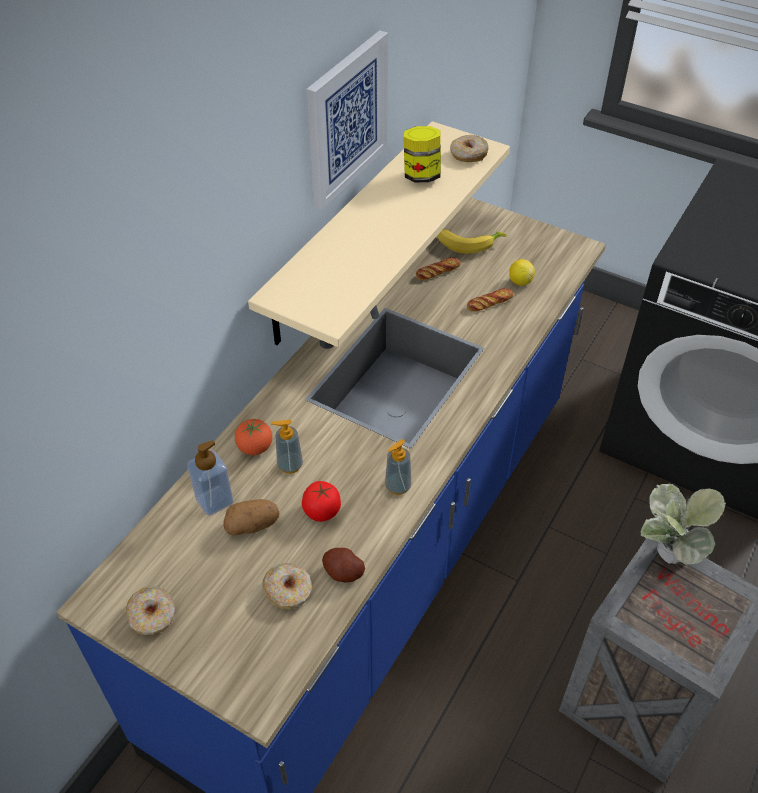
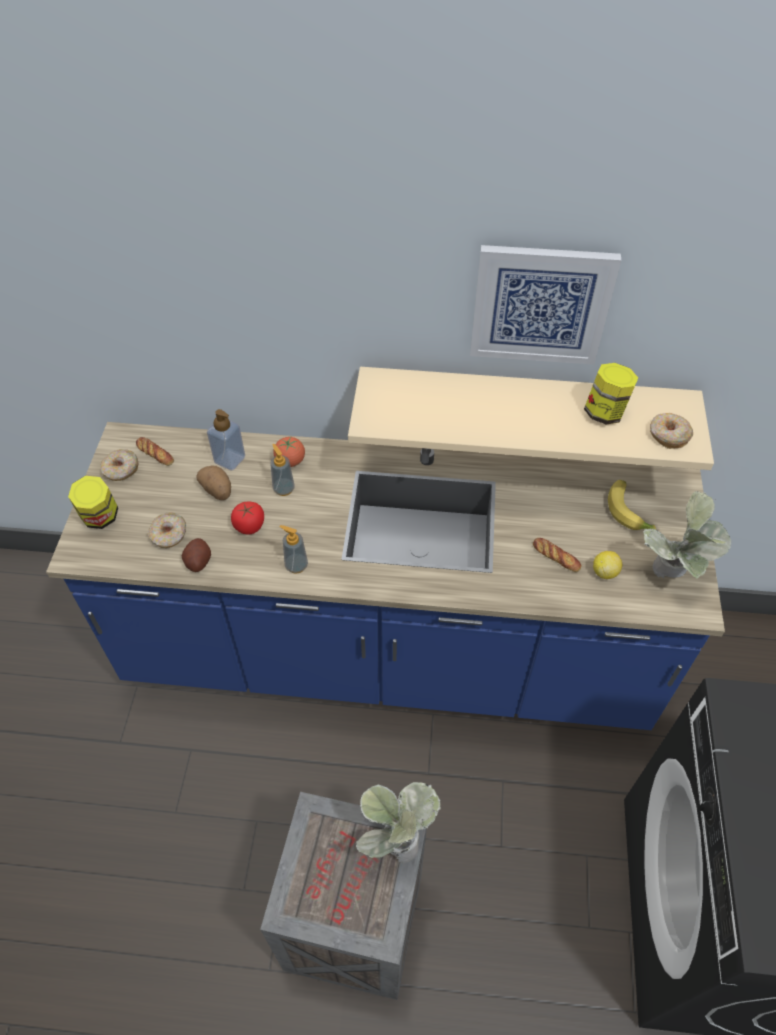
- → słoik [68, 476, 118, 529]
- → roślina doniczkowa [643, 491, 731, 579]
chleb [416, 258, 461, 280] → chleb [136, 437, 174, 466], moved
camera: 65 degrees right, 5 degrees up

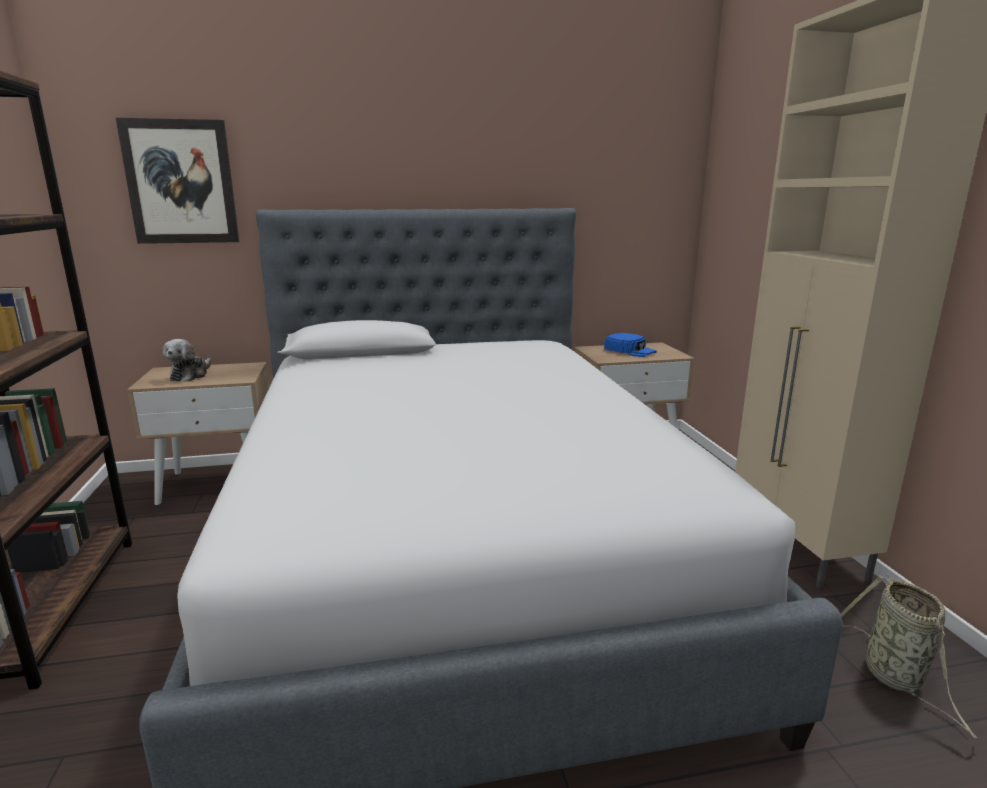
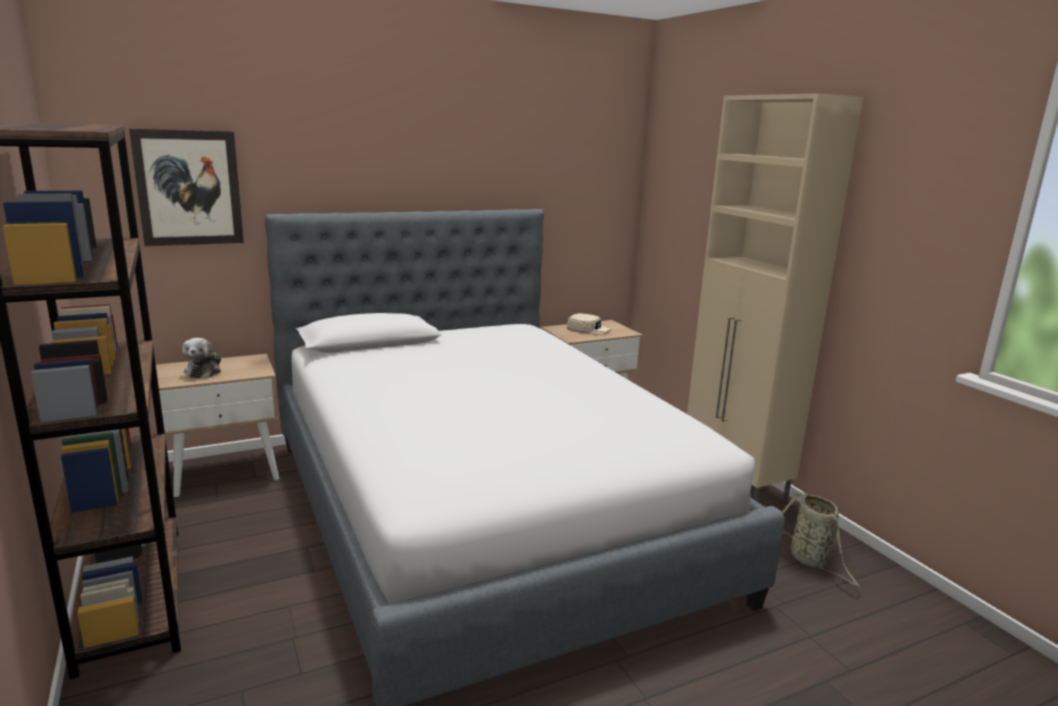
czapka z daszkiem (niebieski) [604, 333, 657, 357] → czapka z daszkiem (beżowy) [567, 313, 611, 335]
camera: 15 degrees left, 0 degrees up

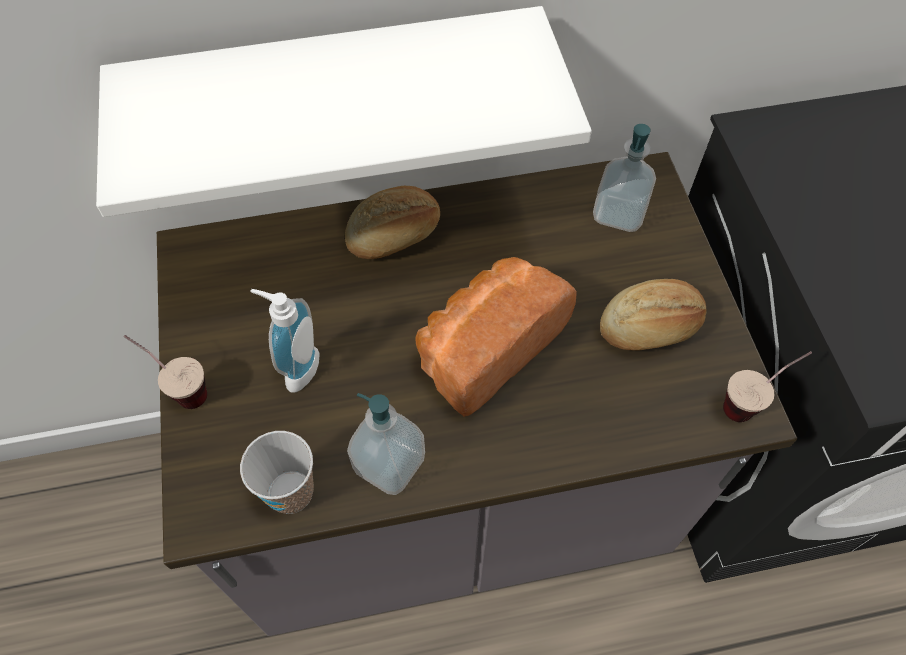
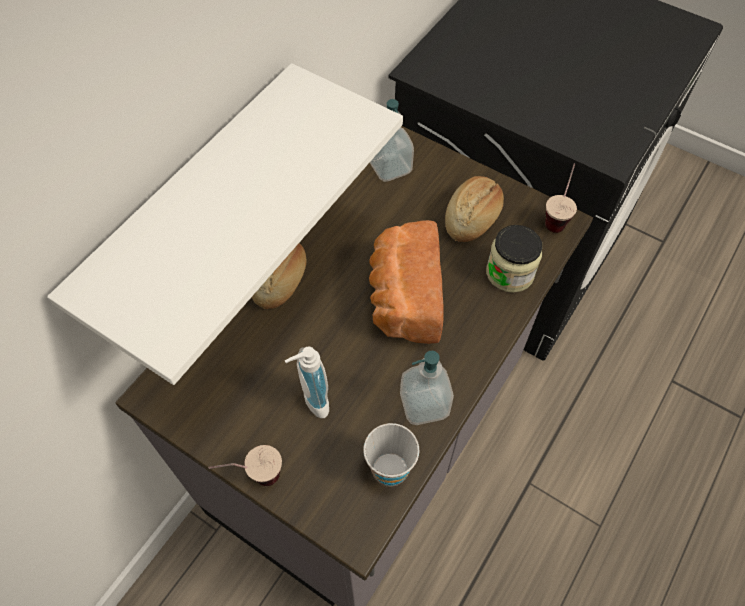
- → słoik [486, 225, 542, 293]
camera: 45 degrees left, 0 degrees up

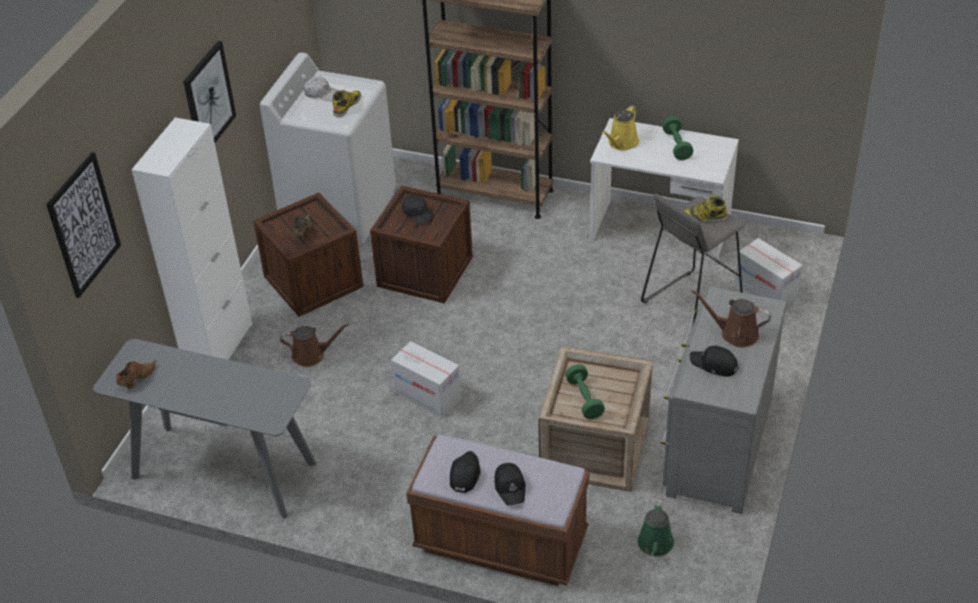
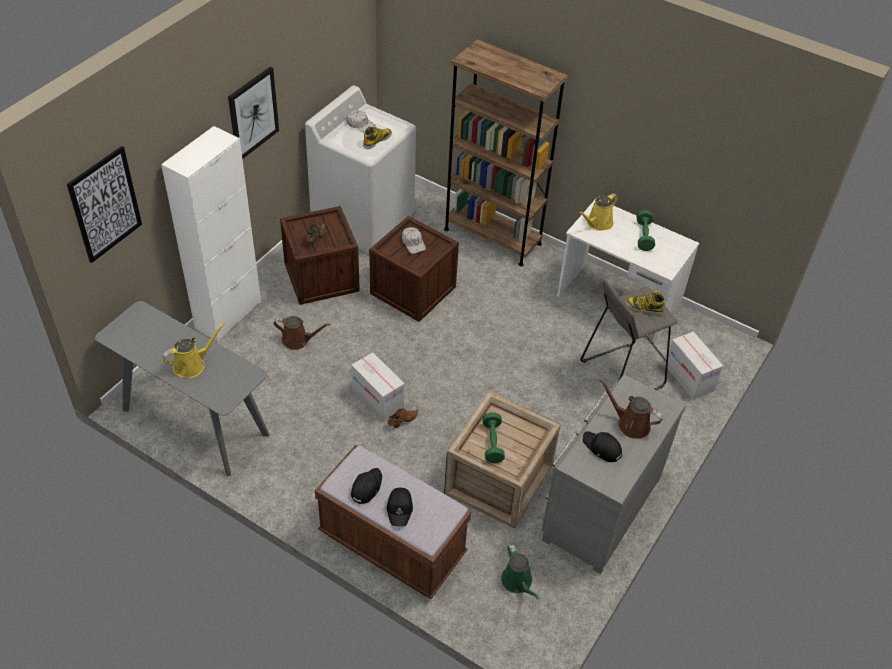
- → konewka (żółty) [162, 323, 225, 378]
but (brązowy) [116, 360, 156, 389] → but (brązowy) [388, 408, 419, 428], moved
czapka z daszkiem (czarny) [402, 195, 435, 225] → czapka z daszkiem (biały) [402, 227, 426, 254]
konewka (zielony) [638, 500, 674, 557] → konewka (zielony) [501, 545, 539, 600], 45 degrees counterclockwise
camera: 10 degrees right, 5 degrees up

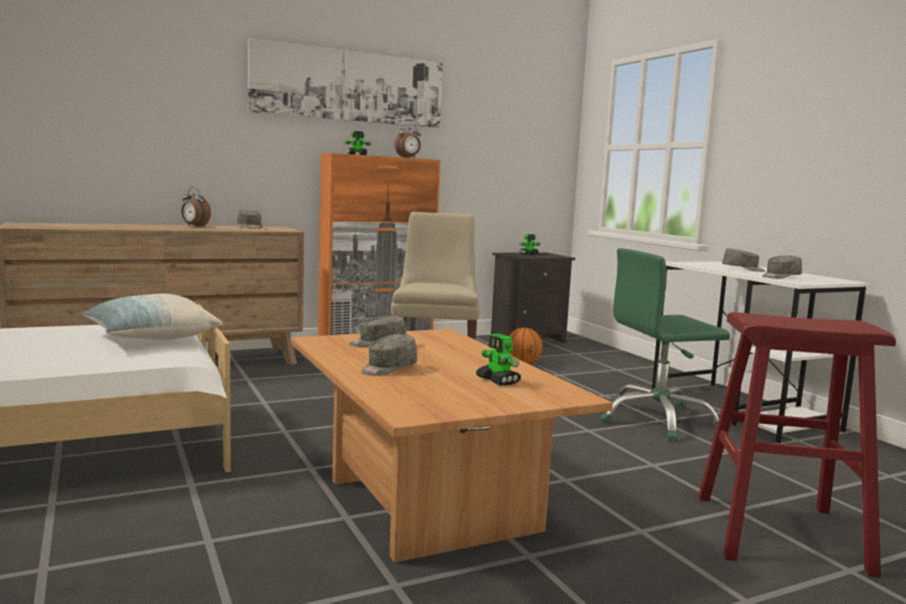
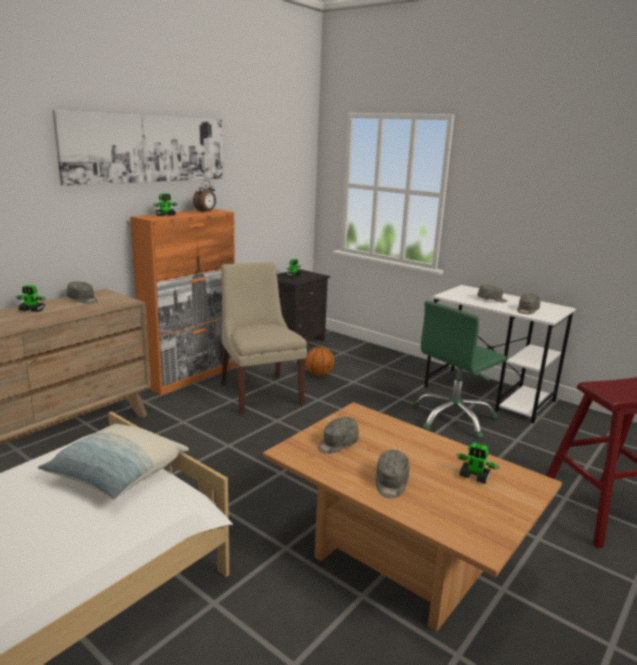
budzik [181, 187, 211, 227] → robot zabawkowy [16, 285, 46, 312]
camera: 25 degrees left, 10 degrees up

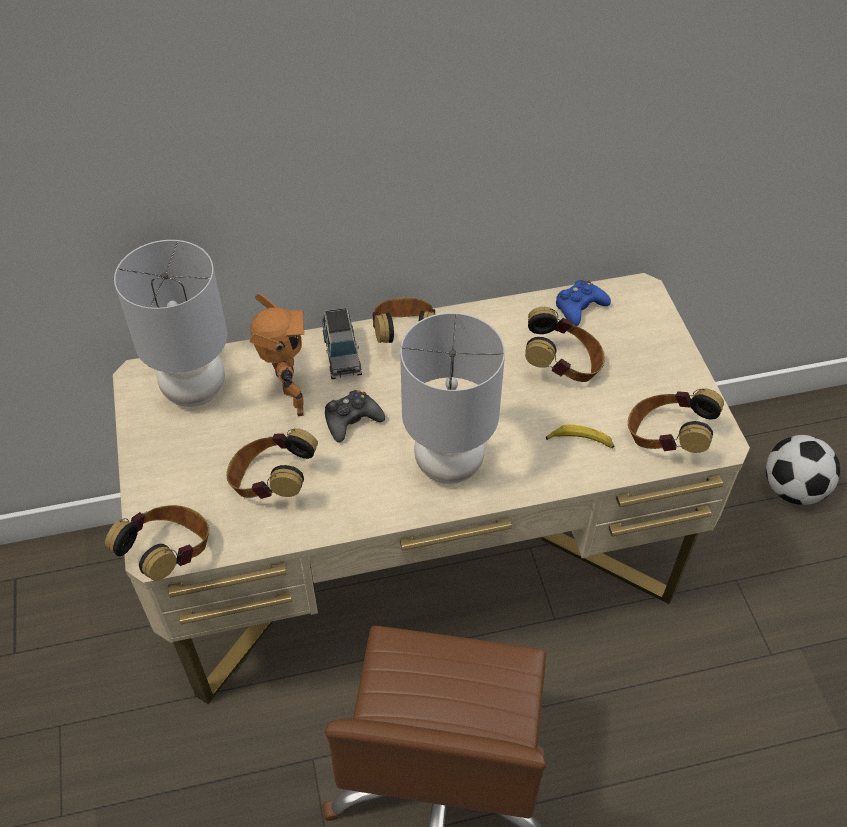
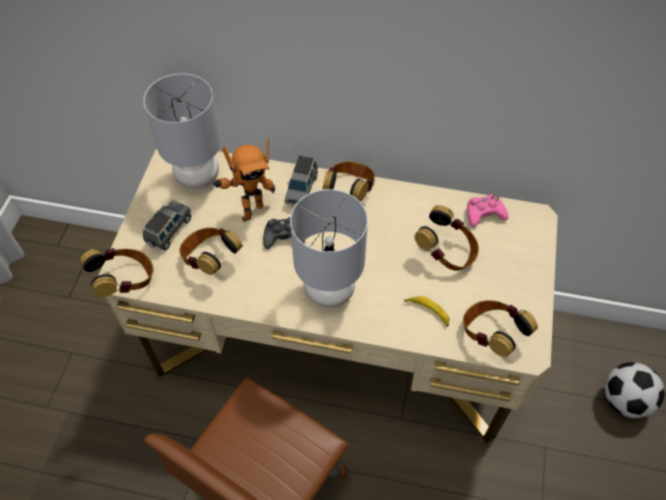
- → samochodzik (szary) [143, 200, 191, 251]
pad do gier (niebieski) [556, 279, 611, 326] → pad do gier (różowy) [467, 194, 509, 227]
robot zabawkowy [250, 293, 304, 416] → robot zabawkowy [212, 138, 275, 222], 45 degrees clockwise
camera: 25 degrees right, 5 degrees up

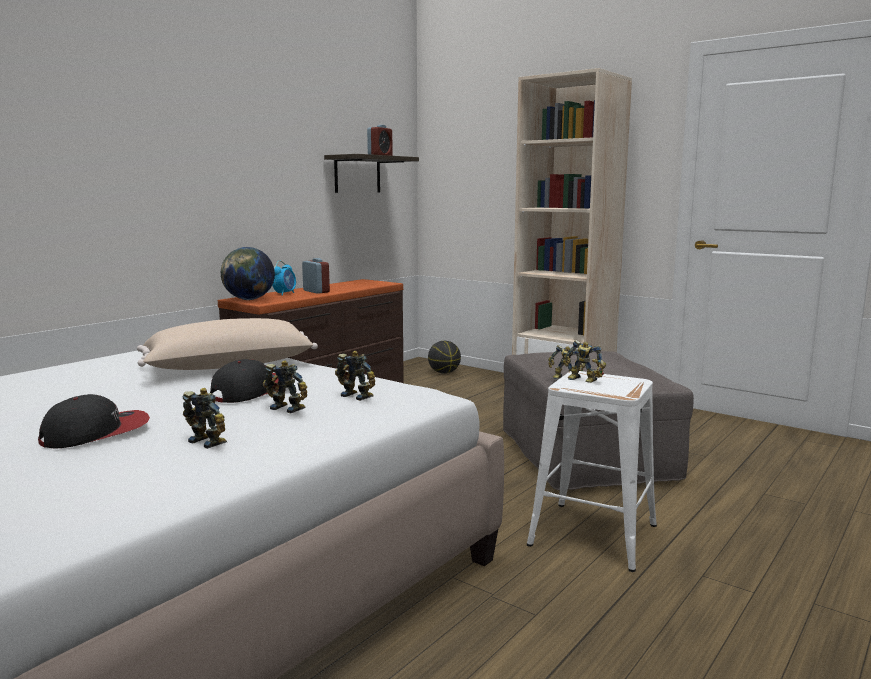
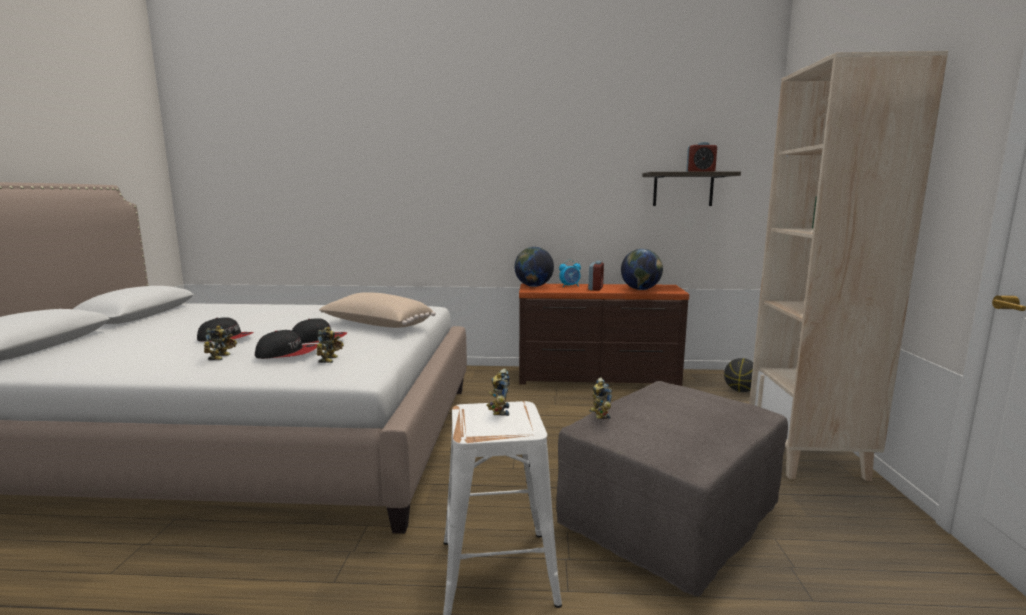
- → globus [621, 249, 663, 290]
robot zabawkowy [263, 360, 307, 413] → czapka z daszkiem [255, 330, 317, 359]
camera: 55 degrees right, 0 degrees up

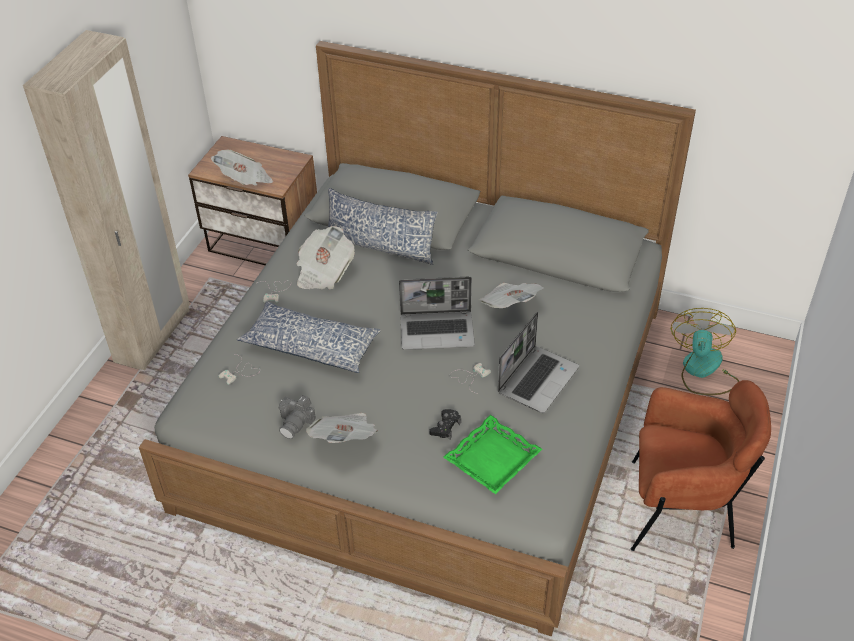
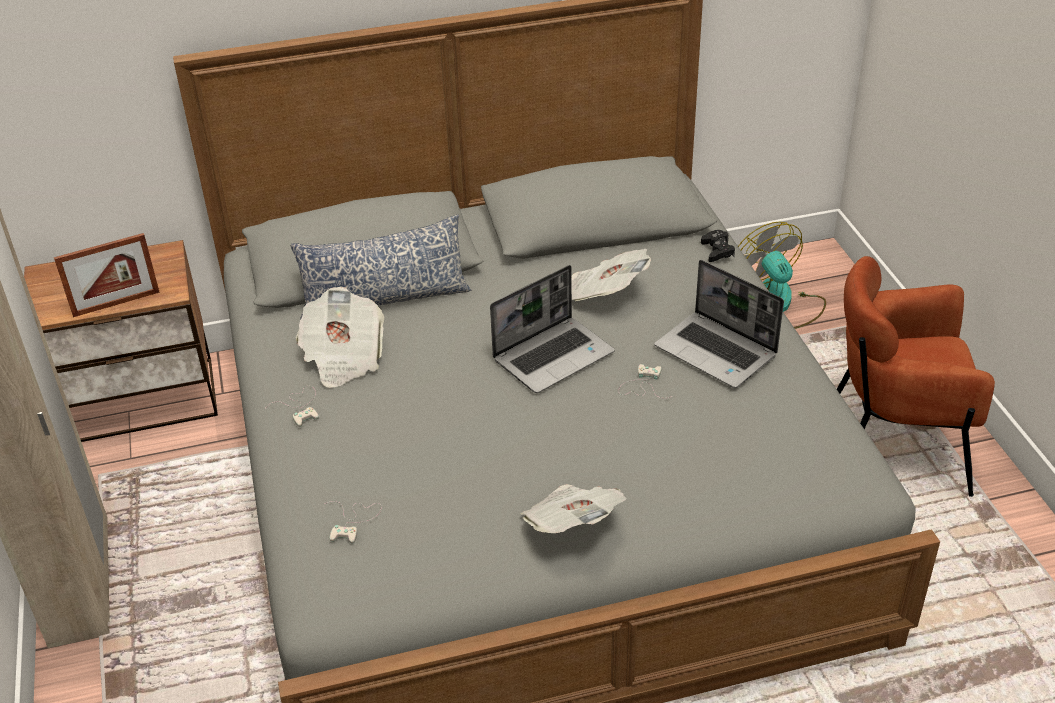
poduszka [237, 301, 381, 373] → -
aparat fotograficzny [279, 395, 316, 439] → -
taca (zielony) [443, 415, 542, 494] → -
pad do gier (czarny) [429, 409, 461, 440] → pad do gier (czarny) [701, 230, 735, 262], moved
gazeta [211, 150, 273, 186] → ramka na zdjęcie [54, 233, 160, 317]
laptop [498, 312, 579, 413] → laptop [655, 260, 784, 388], 135 degrees clockwise
fotel (brązowy) [631, 380, 771, 551] → fotel (brązowy) [837, 256, 995, 497], 150 degrees counterclockwise
camera: 35 degrees left, 5 degrees down

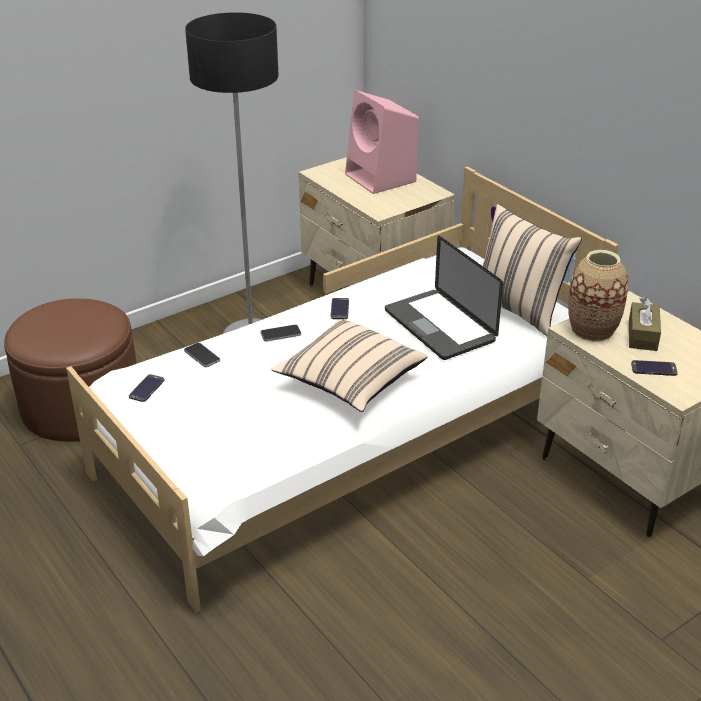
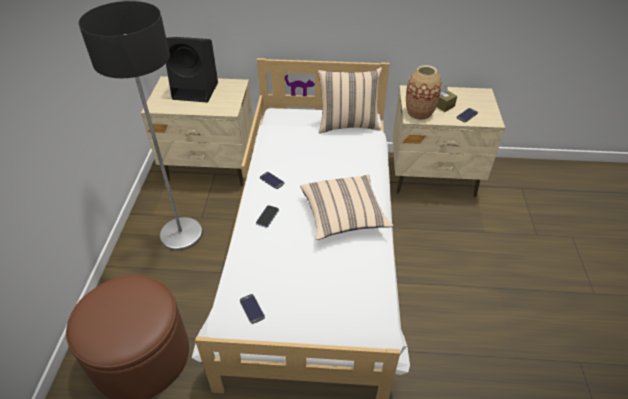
telefon [184, 343, 220, 367] → -
laptop [385, 236, 503, 360] → -
głośnik (różowy) [345, 90, 419, 194] → głośnik (czarny) [166, 37, 218, 103]
camera: 50 degrees left, 10 degrees up

